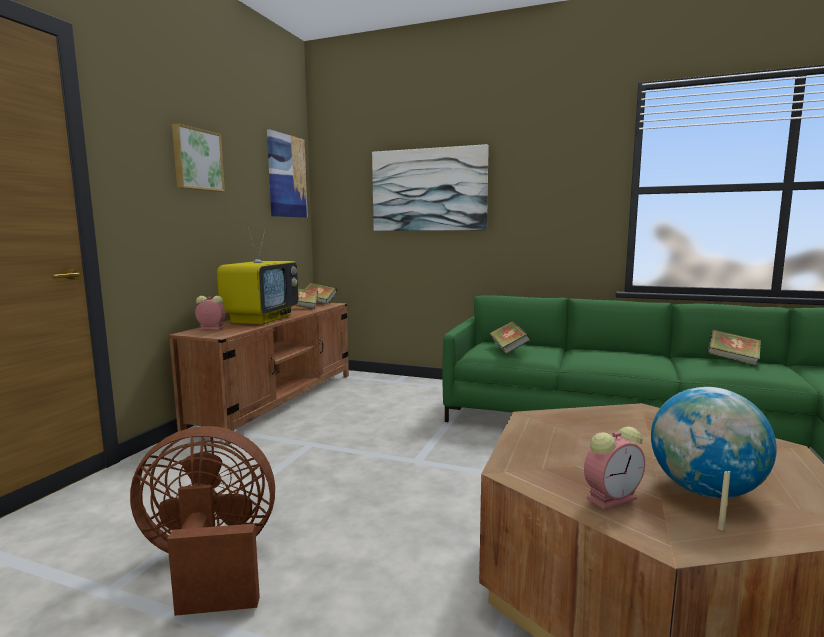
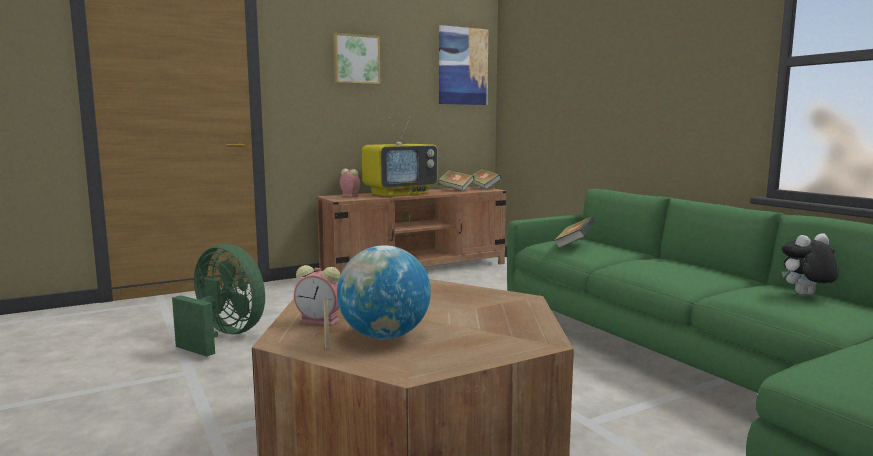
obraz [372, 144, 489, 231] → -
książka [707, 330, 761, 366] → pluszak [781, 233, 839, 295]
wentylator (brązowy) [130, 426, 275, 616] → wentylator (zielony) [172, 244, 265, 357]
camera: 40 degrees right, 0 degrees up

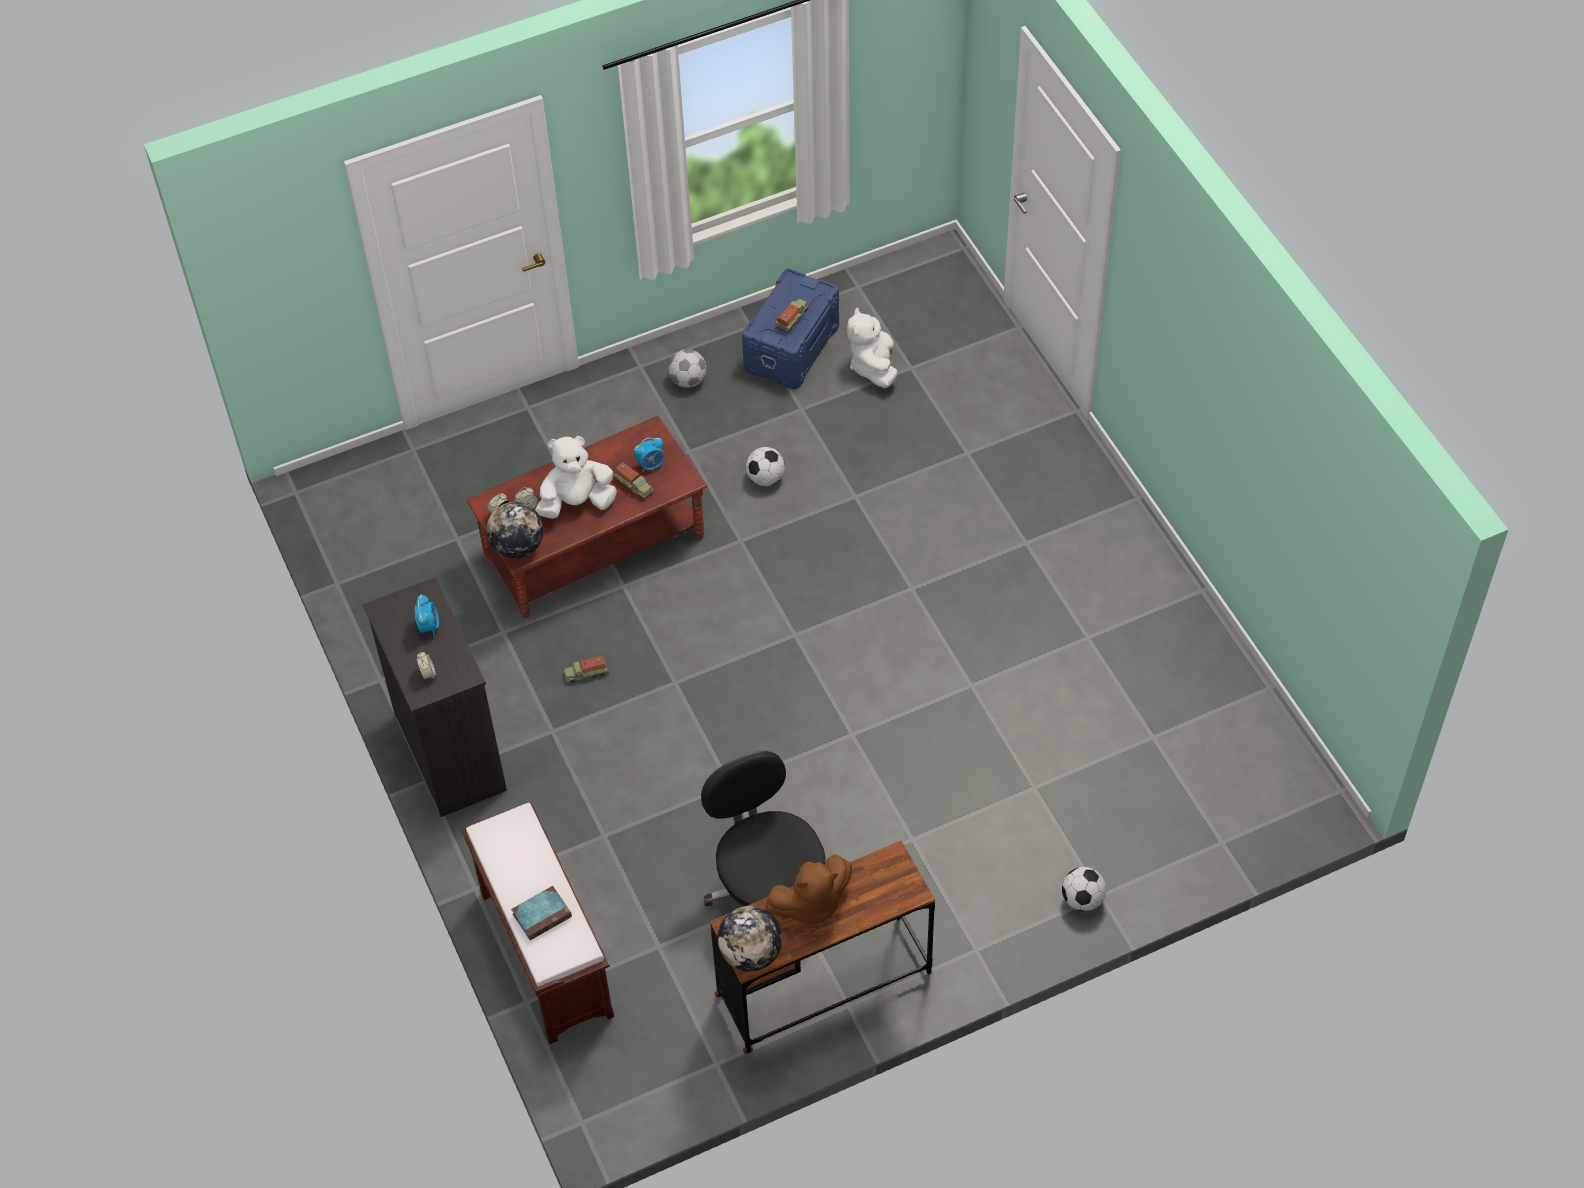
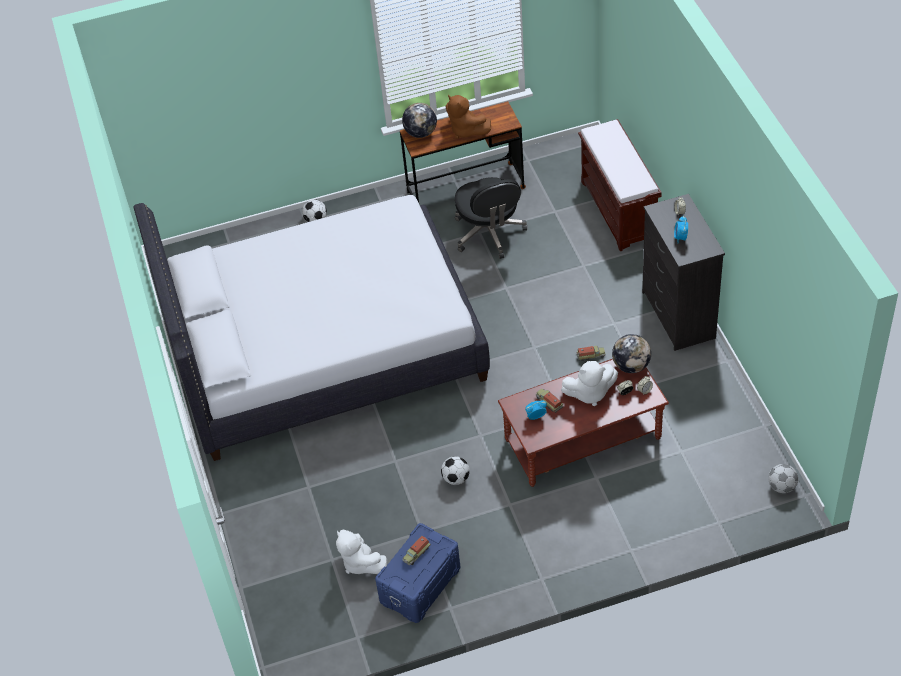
książka [511, 886, 572, 940] → -
- → łóżko (biały) [133, 195, 490, 461]
piłka futbolowa [668, 349, 706, 388] → piłka futbolowa [768, 464, 798, 493], moved
globus [717, 906, 782, 972] → globus [402, 103, 437, 138], moved
pluszak (brązowy) [765, 855, 852, 927] → pluszak (brązowy) [446, 95, 491, 139], 120 degrees counterclockwise
pluszak (biały) [847, 307, 898, 388] → pluszak (biały) [336, 529, 387, 574], 135 degrees clockwise
camera: 170 degrees left, 5 degrees down

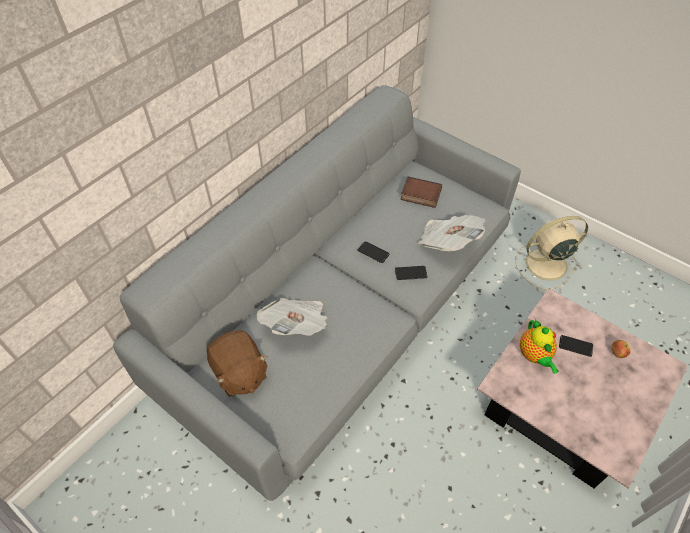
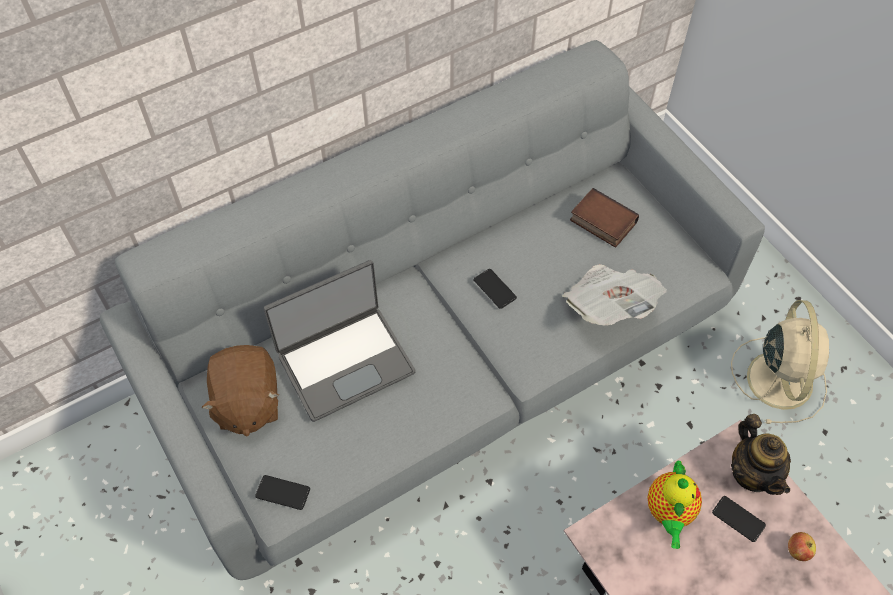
- → imbryk [731, 414, 791, 495]
telefon [395, 266, 427, 280] → telefon [255, 475, 310, 510], moved
gazeta [257, 298, 327, 336] → laptop [263, 260, 416, 422]
wentylator (beżowy) [515, 216, 588, 290] → wentylator (beżowy) [731, 300, 829, 424], 90 degrees clockwise
camera: 20 degrees right, 5 degrees up

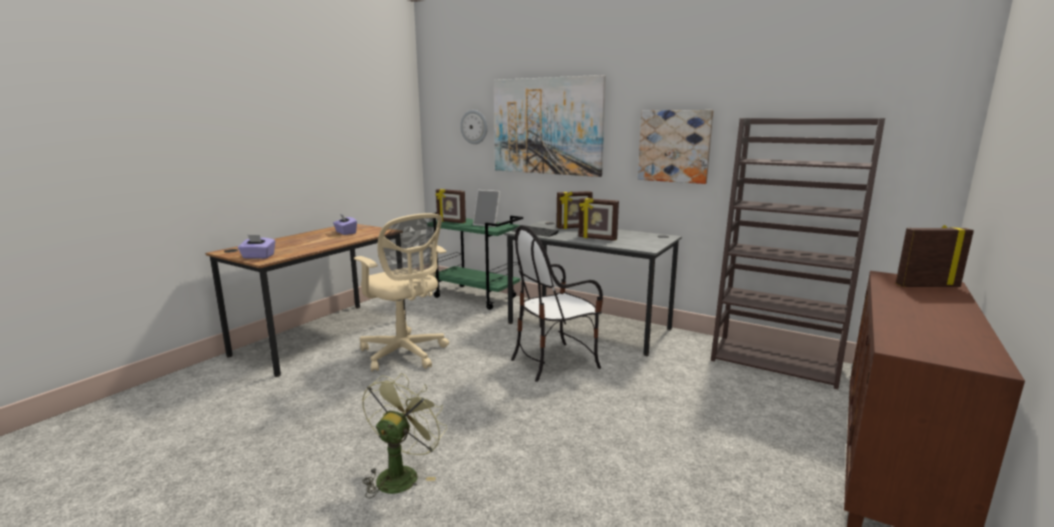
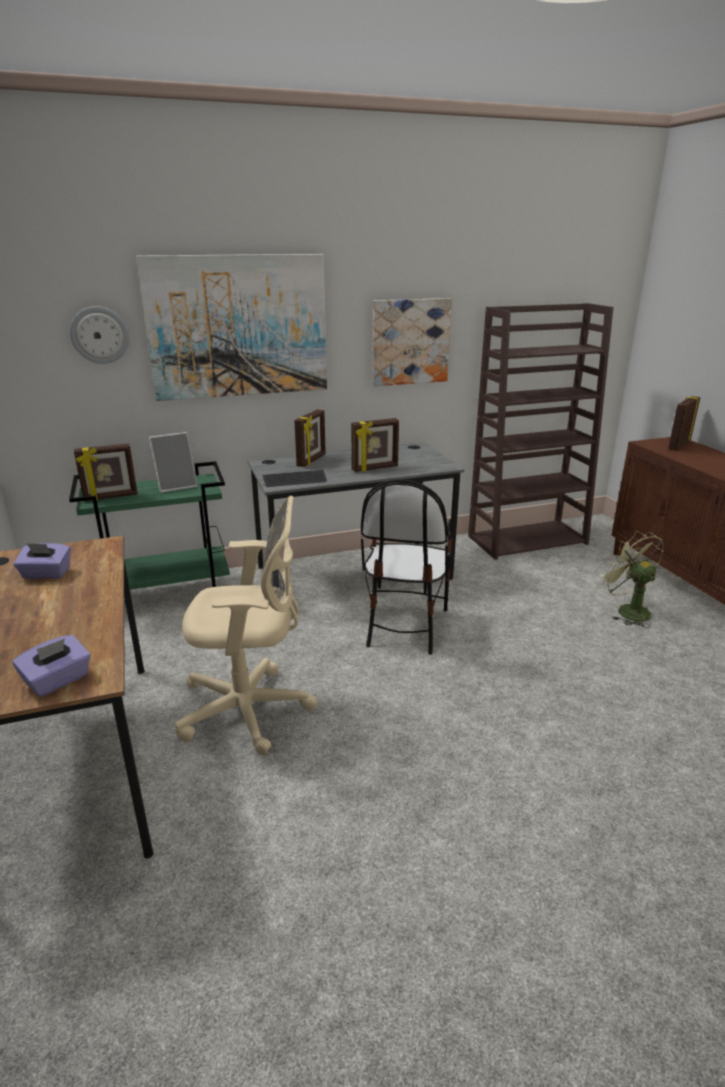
wentylator (zielony) [362, 373, 447, 499] → wentylator (zielony) [599, 531, 664, 628], moved
camera: 50 degrees left, 10 degrees up

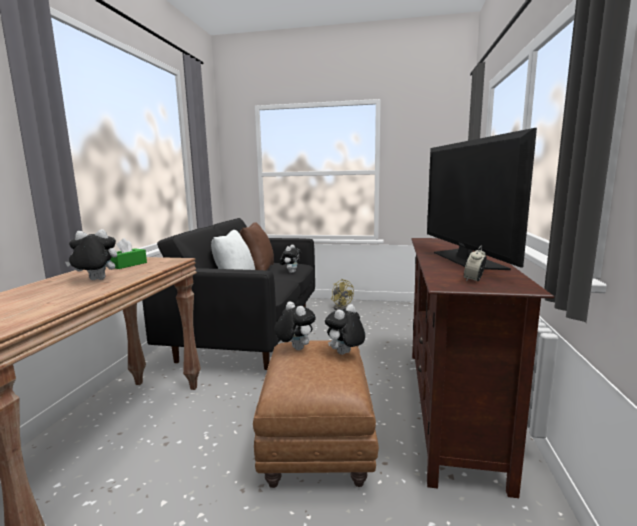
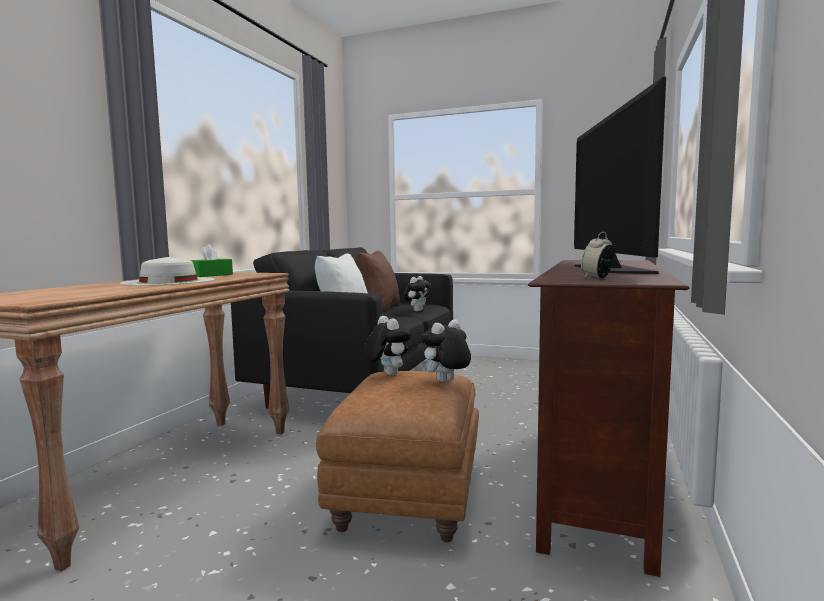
wentylator (żółty) [331, 279, 354, 310] → -
pluszak [65, 229, 117, 280] → kapelusz (biały) [119, 257, 215, 286]
camera: 10 degrees right, 5 degrees down

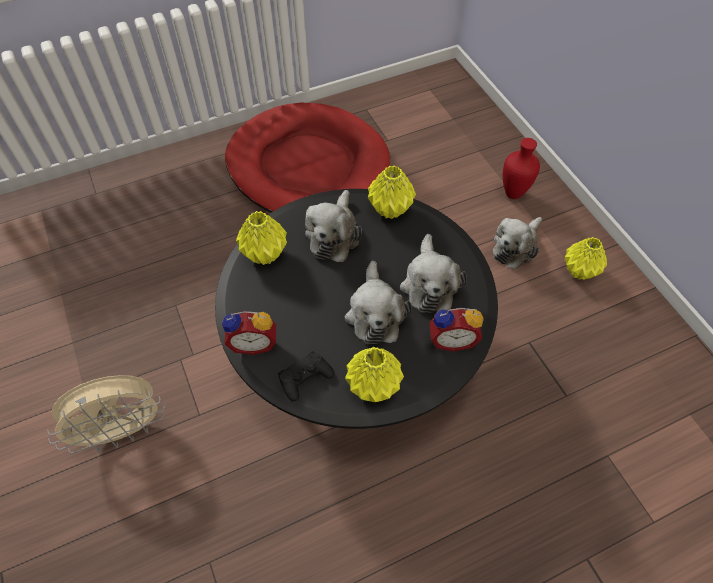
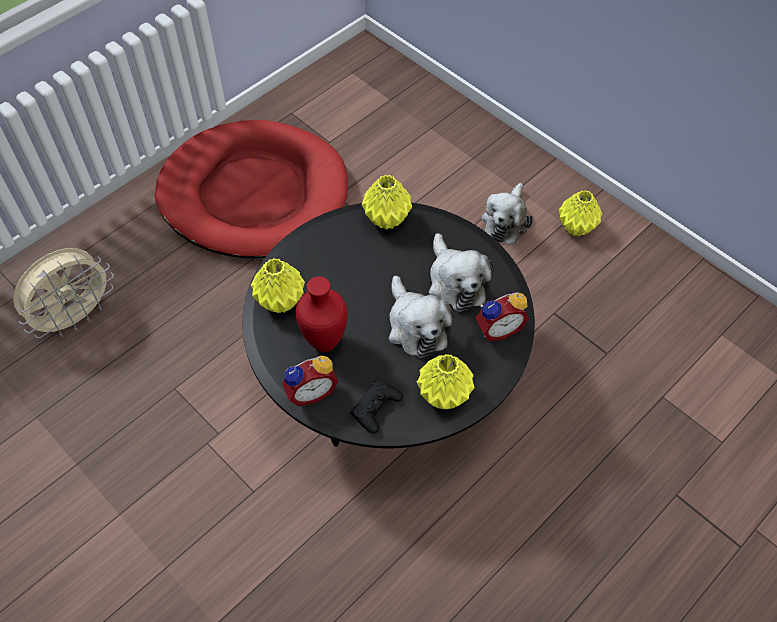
pluszak [305, 190, 362, 262] → -
wentylator (beżowy) [47, 375, 165, 454] → wentylator (beżowy) [13, 248, 114, 339], moved
wazon (czerwony) [503, 138, 540, 199] → wazon (czerwony) [296, 276, 347, 352], moved
camera: 20 degrees left, 0 degrees up

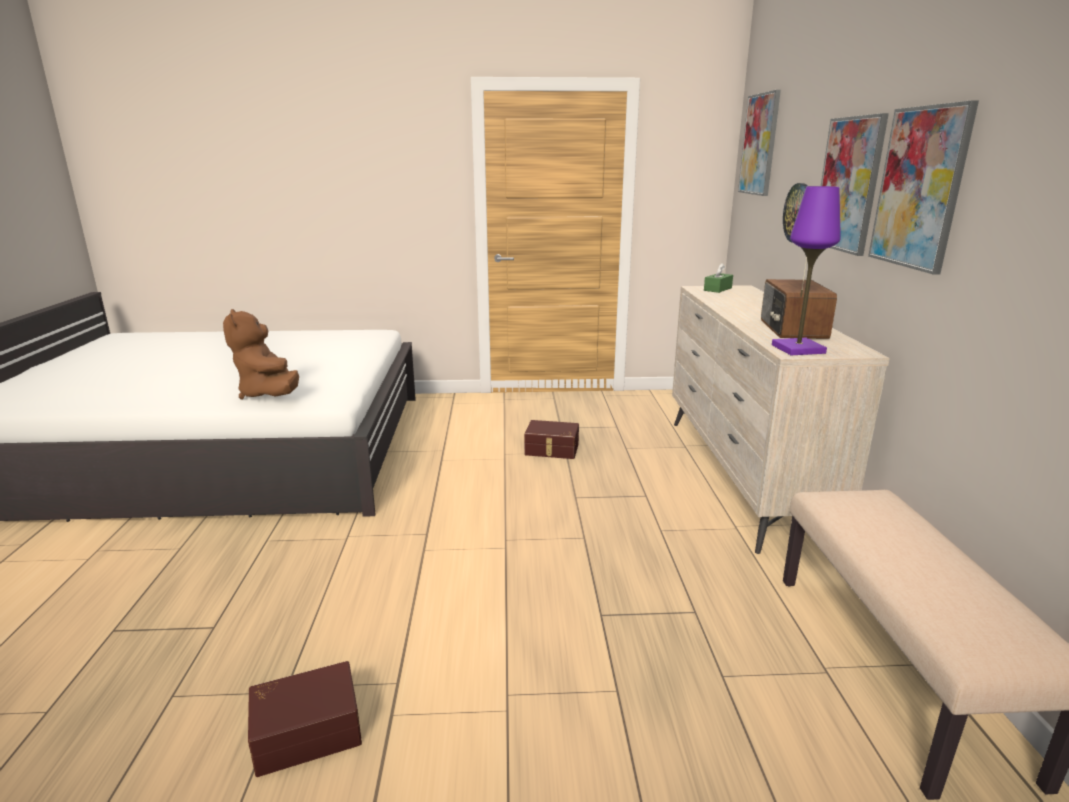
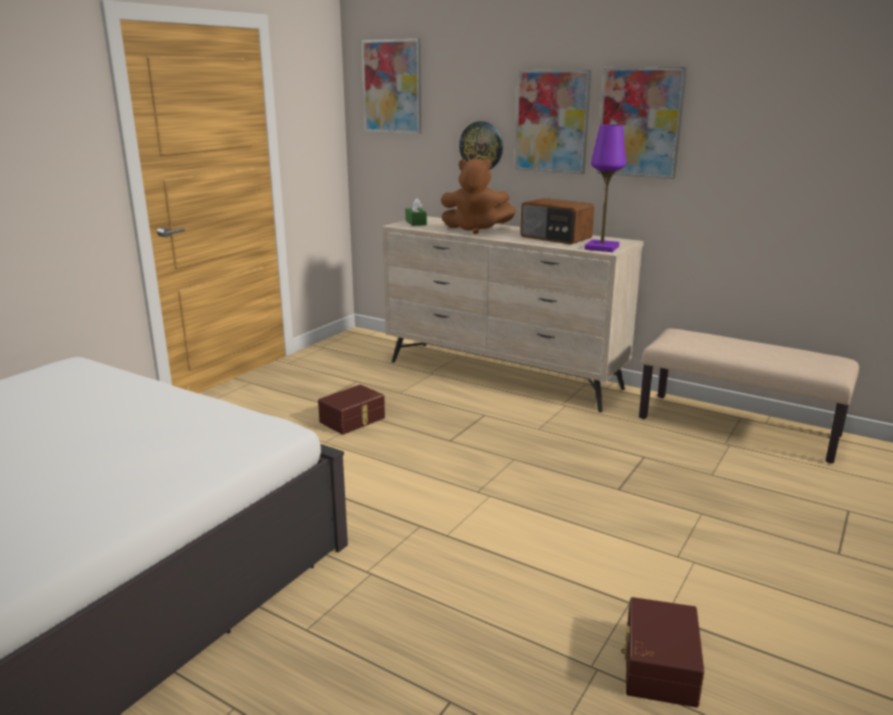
pluszak (brązowy) [223, 309, 299, 399] → pluszak (brązowy) [441, 159, 516, 234], moved
camera: 55 degrees left, 0 degrees up

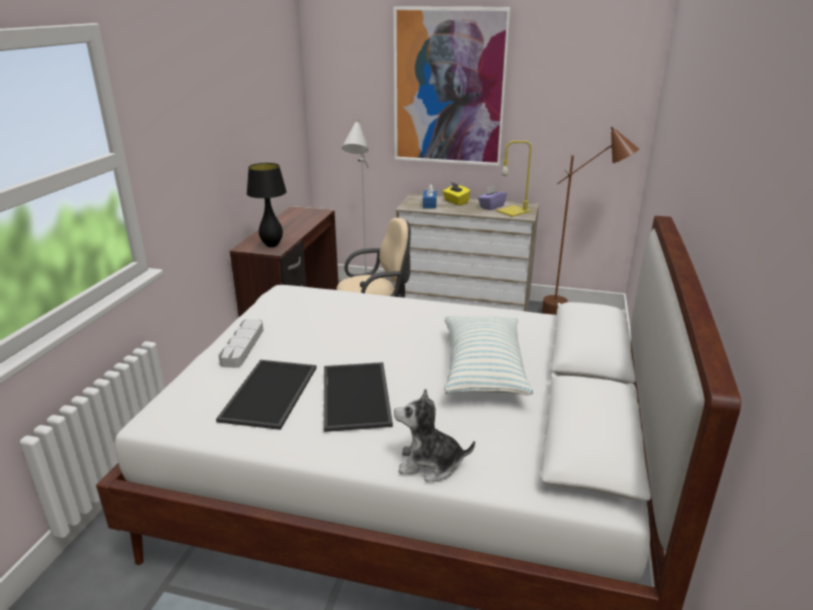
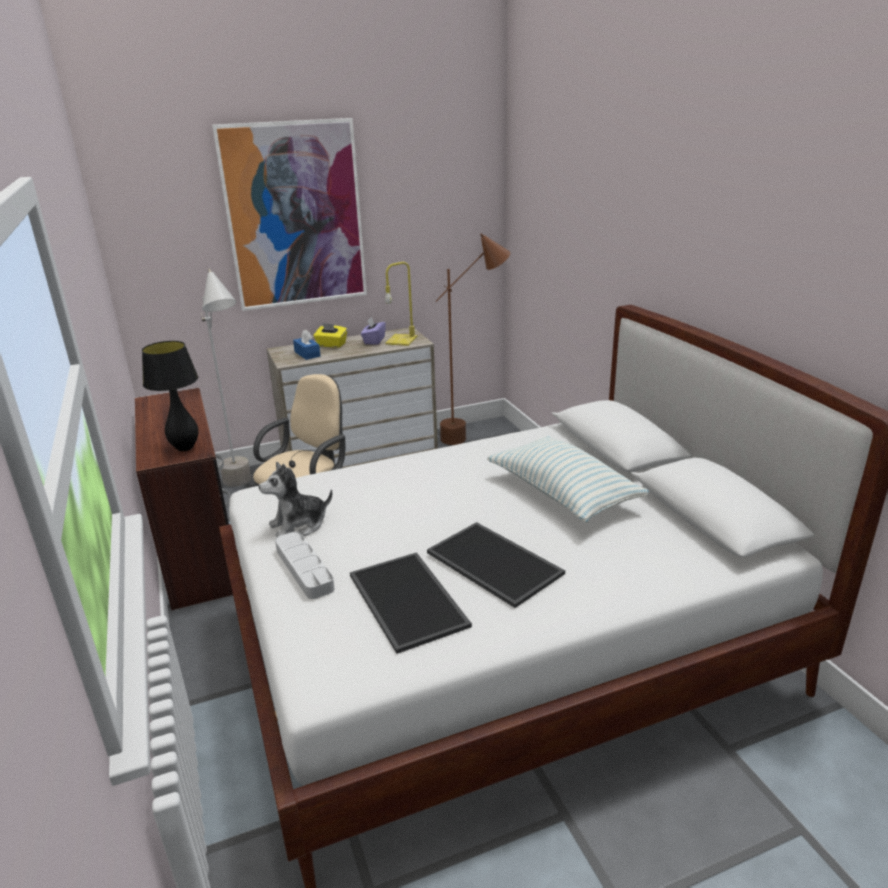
pluszak [394, 388, 475, 482] → pluszak [258, 462, 333, 537], moved
camera: 35 degrees left, 0 degrees up

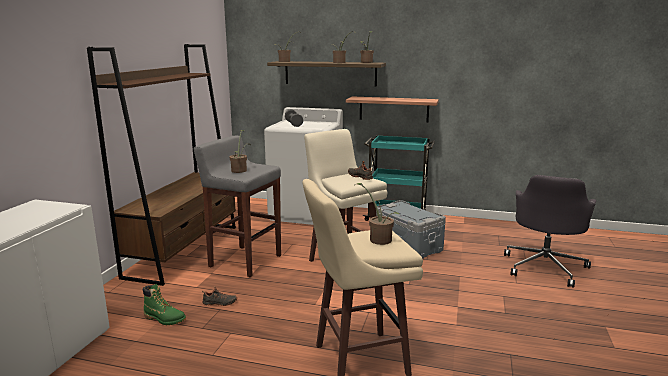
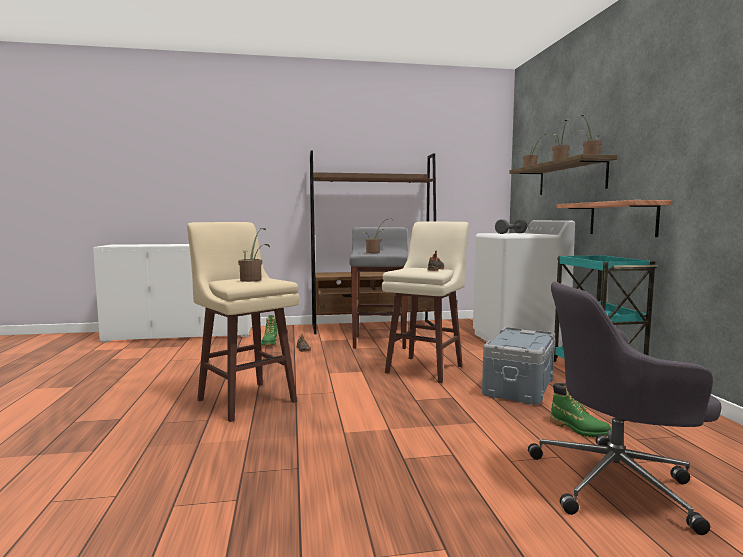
- → but z cholewką (zielony) [550, 382, 611, 437]
camera: 65 degrees right, 10 degrees down

